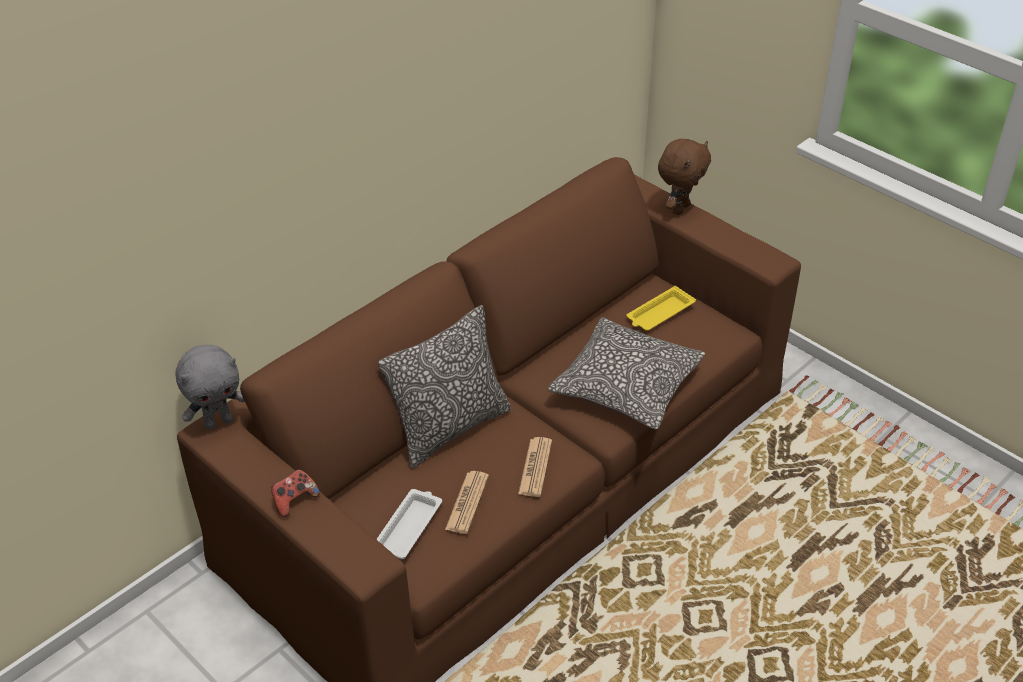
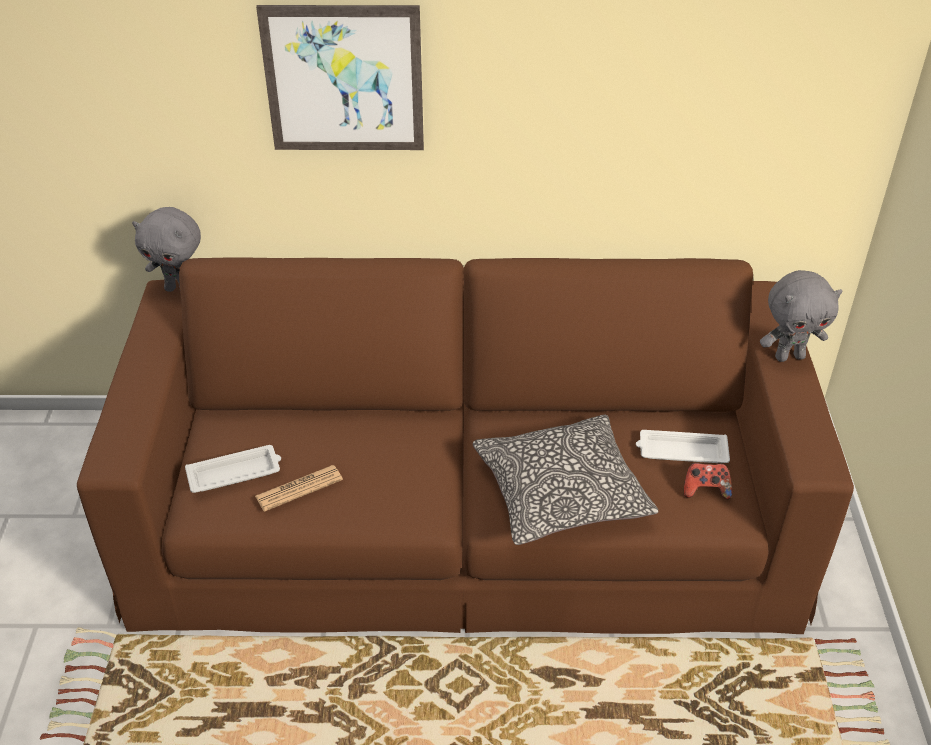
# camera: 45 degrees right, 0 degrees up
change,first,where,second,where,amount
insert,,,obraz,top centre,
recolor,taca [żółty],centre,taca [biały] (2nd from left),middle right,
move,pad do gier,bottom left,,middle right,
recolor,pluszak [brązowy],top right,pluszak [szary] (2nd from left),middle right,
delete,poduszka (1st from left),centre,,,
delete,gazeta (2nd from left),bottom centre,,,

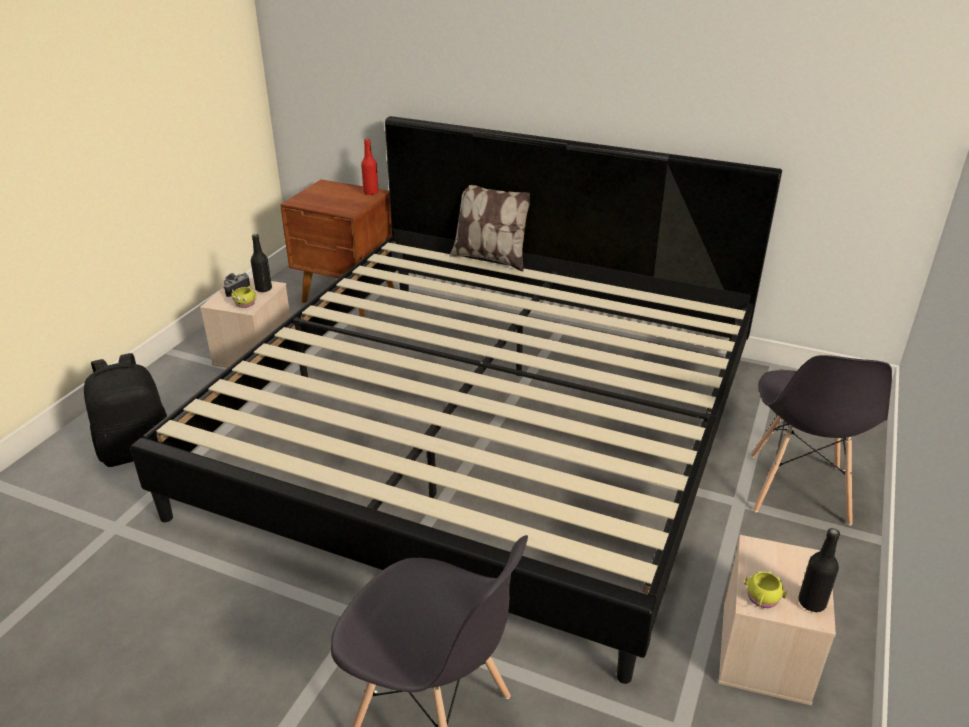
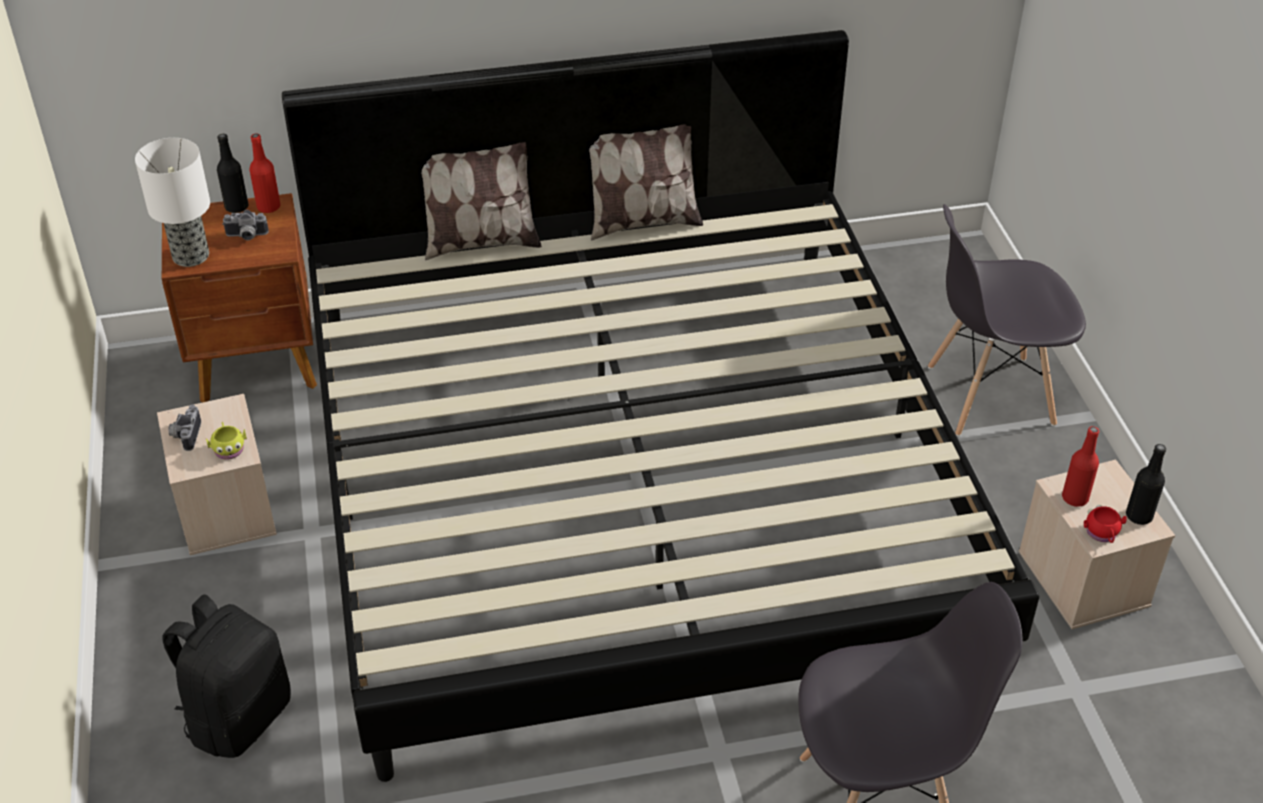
# camera: 35 degrees left, 10 degrees up
change,first,where,second,where,amount
insert,,,lampa stołowa,top left,
move,butelka [czarny] (1st from left),middle left,,top left,
insert,,,aparat fotograficzny (2nd from left),top left,
insert,,,poduszka (2nd from left),top centre,
rotate,krzesło [szary] (2nd from left),middle right,,middle right,105 degrees clockwise
insert,,,butelka [czerwony] (2nd from left),middle right,
recolor,kubek [żółty] (2nd from left),bottom right,kubek [czerwony],middle right,

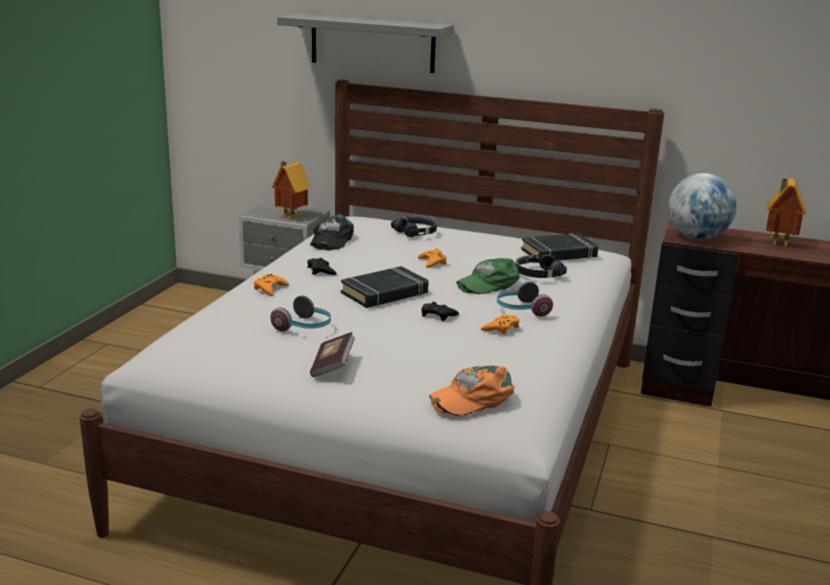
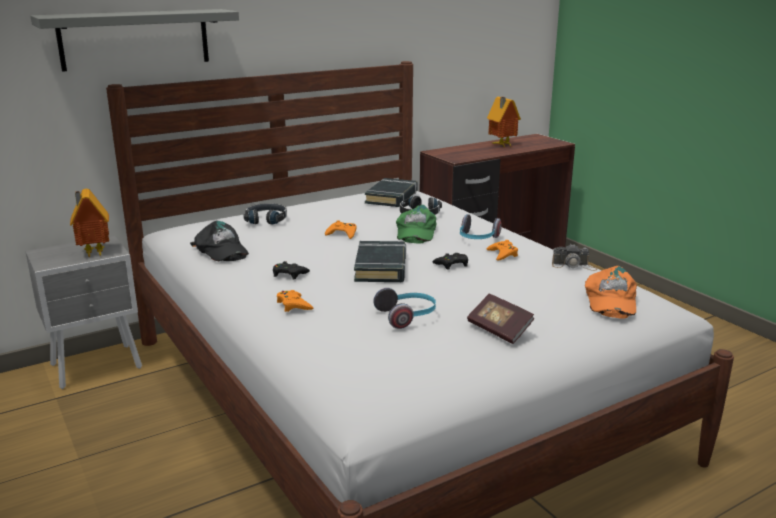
# camera: 50 degrees left, 0 degrees up
change,first,where,second,where,amount
insert,,,aparat fotograficzny,middle right,
delete,globus,middle right,,,

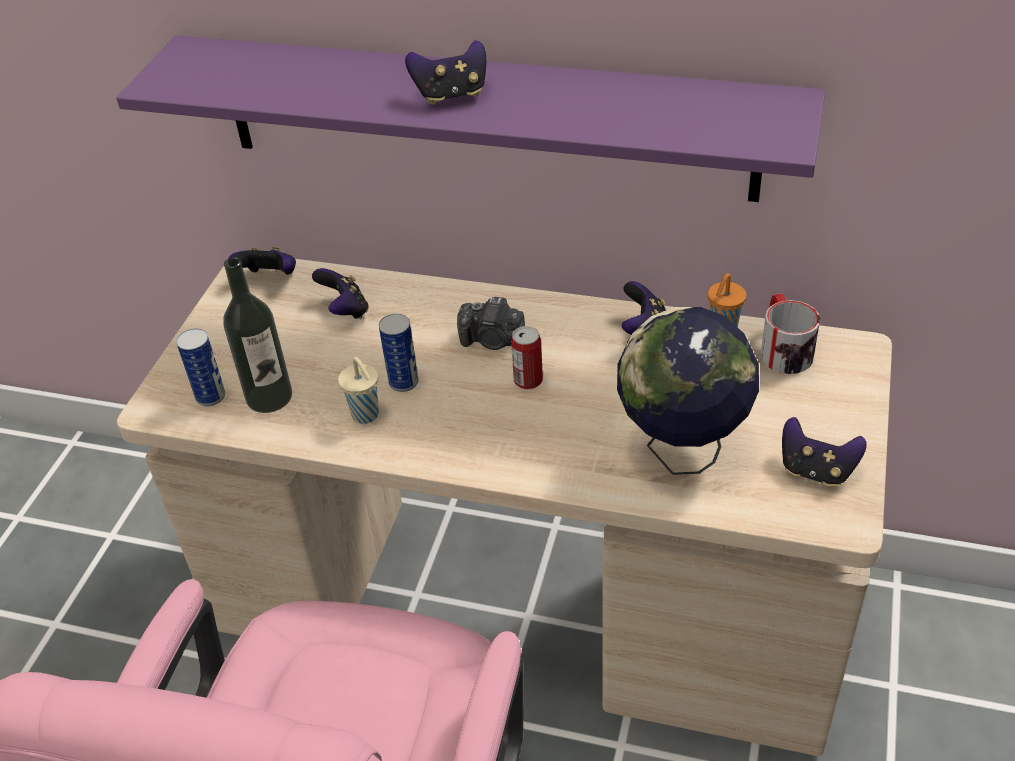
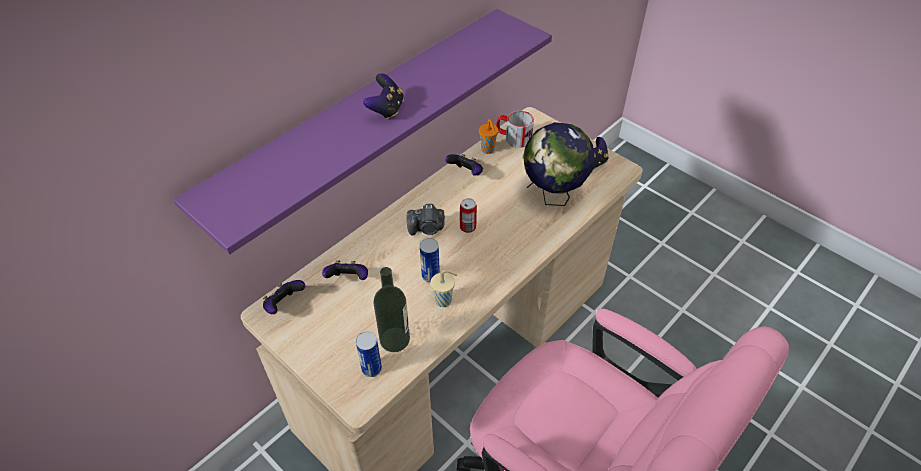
# camera: 65 degrees left, 5 degrees up
change,first,where,second,where,amount
rotate,aparat fotograficzny,centre,,centre,45 degrees clockwise

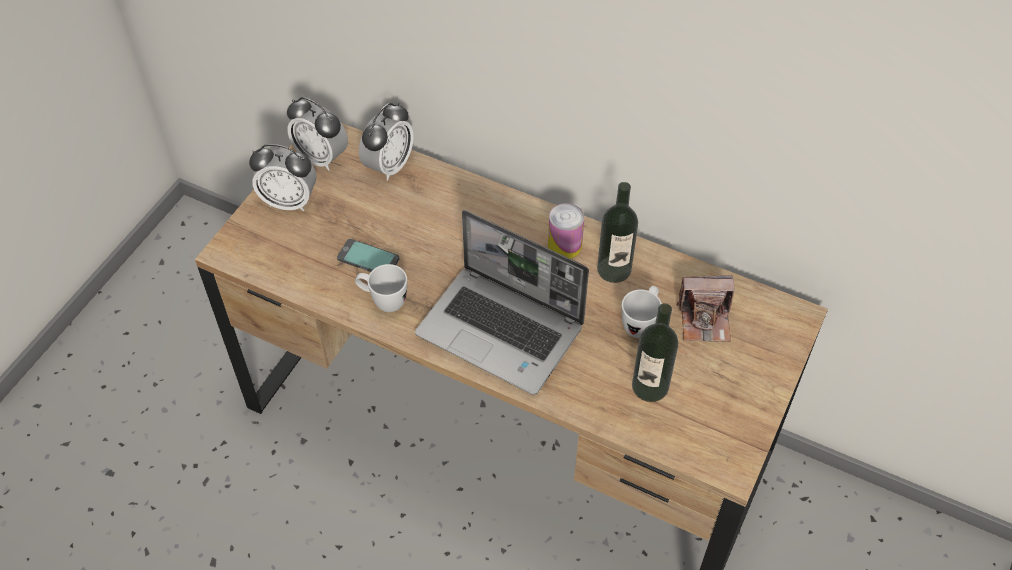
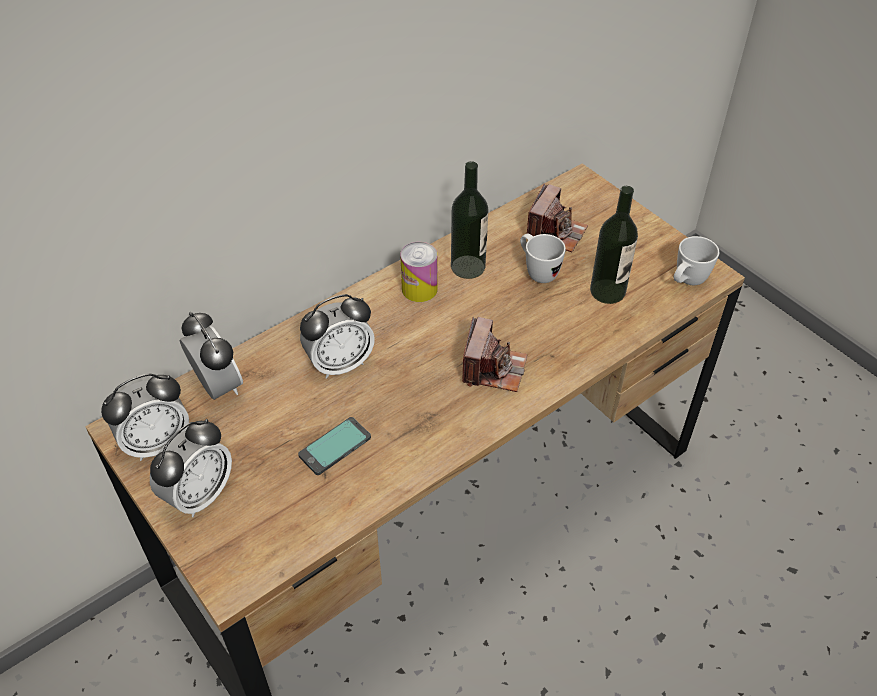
# camera: 65 degrees left, 5 degrees down
change,first,where,second,where,amount
insert,,,budzik (4th from left),centre,
replace,laptop,centre,aparat fotograficzny (1st from left),centre,
move,kubek [biały] (1st from left in the first image),centre,kubek [biały] (2nd from left),middle right,

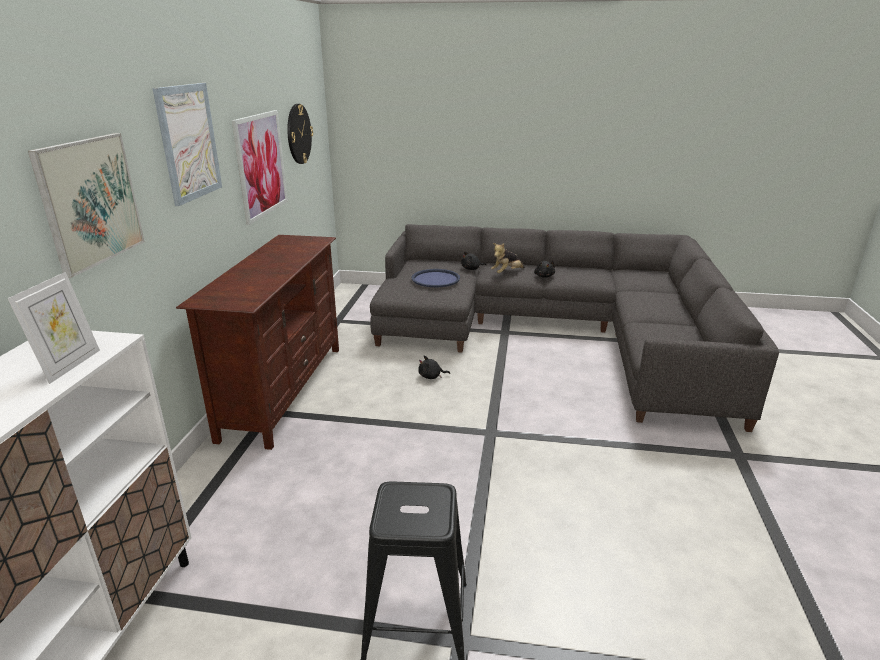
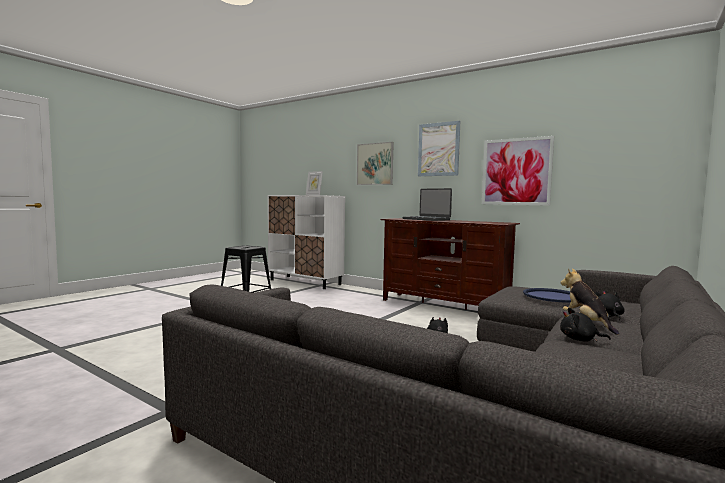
# camera: 115 degrees right, 20 degrees down
change,first,where,second,where,amount
insert,,,laptop,centre,
delete,zegar ścienny,top centre,,,

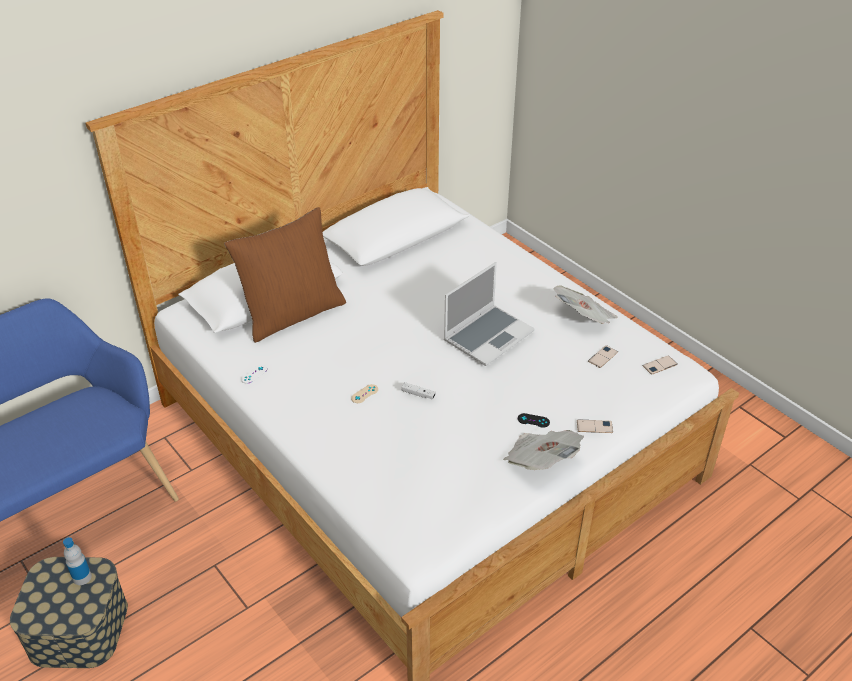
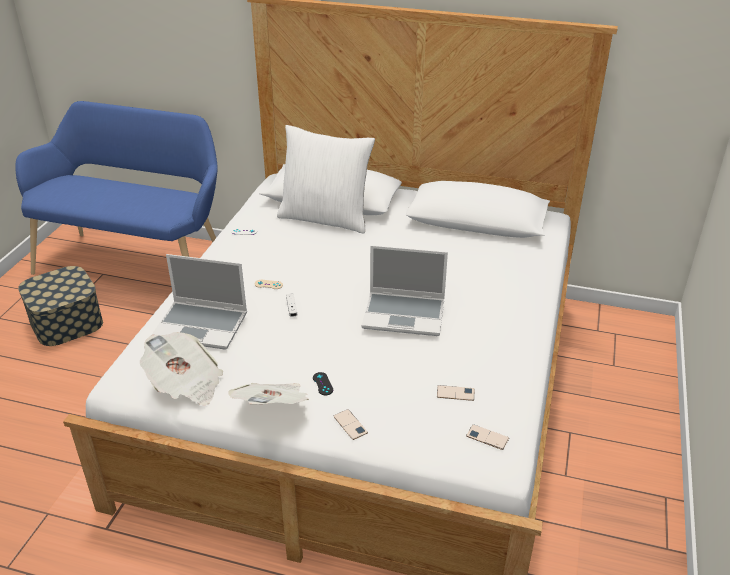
# camera: 55 degrees right, 5 degrees down
change,first,where,second,where,amount
move,gazeta (2nd from left in the first image),middle right,gazeta (1st from left),middle left,
insert,,,laptop (1st from left),middle left,
recolor,poduszka [brązowy],centre,poduszka [biały],top centre,
delete,butelka,bottom left,,,

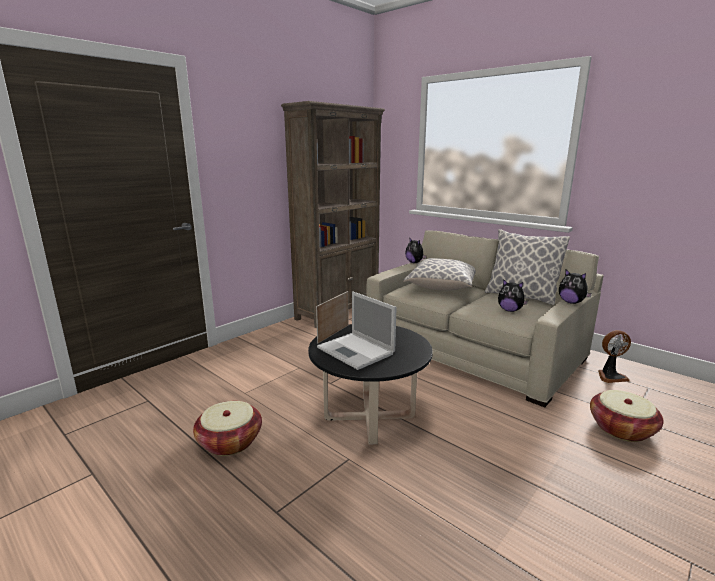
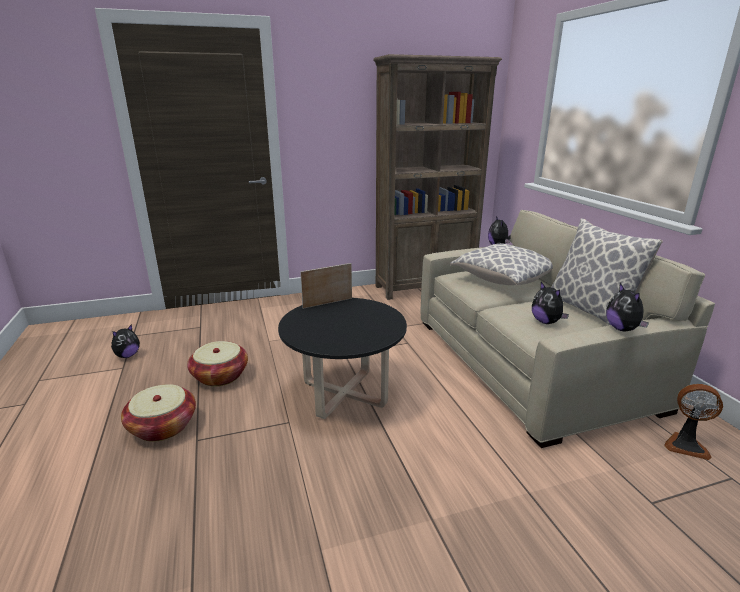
# camera: 30 degrees right, 5 degrees up
change,first,where,second,where,amount
insert,,,pluszak (1st from left),middle left,
move,koszyk (2nd from left in the first image),bottom right,koszyk (1st from left),bottom left,
delete,laptop,centre,,,

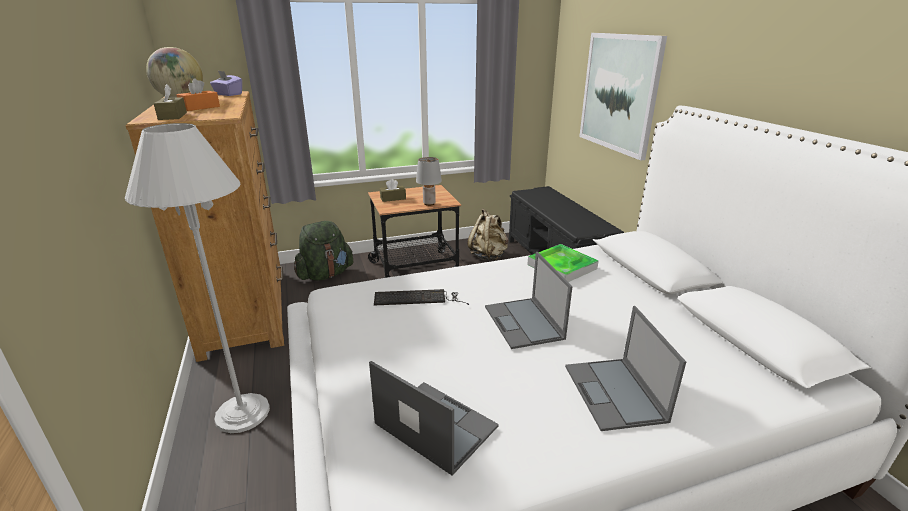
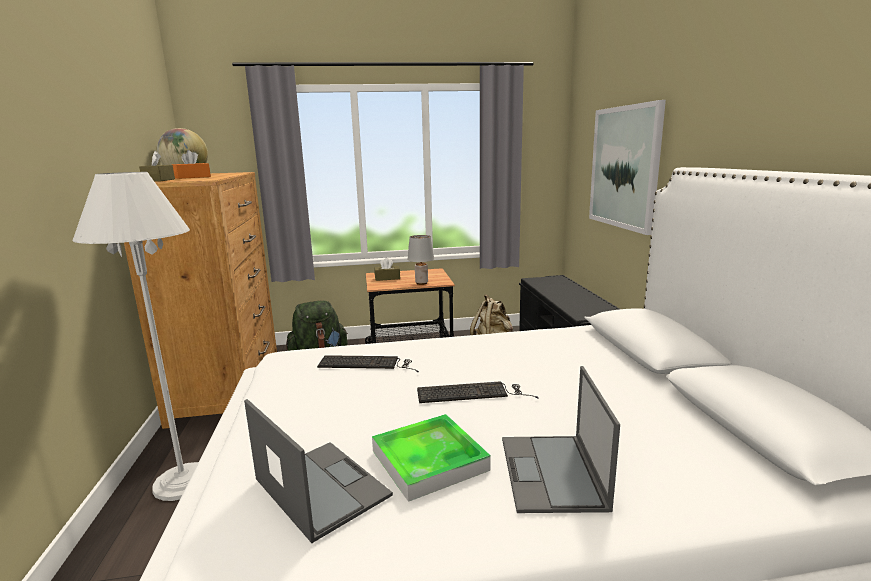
# camera: 10 degrees right, 10 degrees down
change,first,where,second,where,amount
move,taca,centre,,bottom centre,
replace,laptop (2nd from left),centre,klawiatura (2nd from left),bottom centre,
delete,pudełko chusteczek [fioletowy],top left,,,

